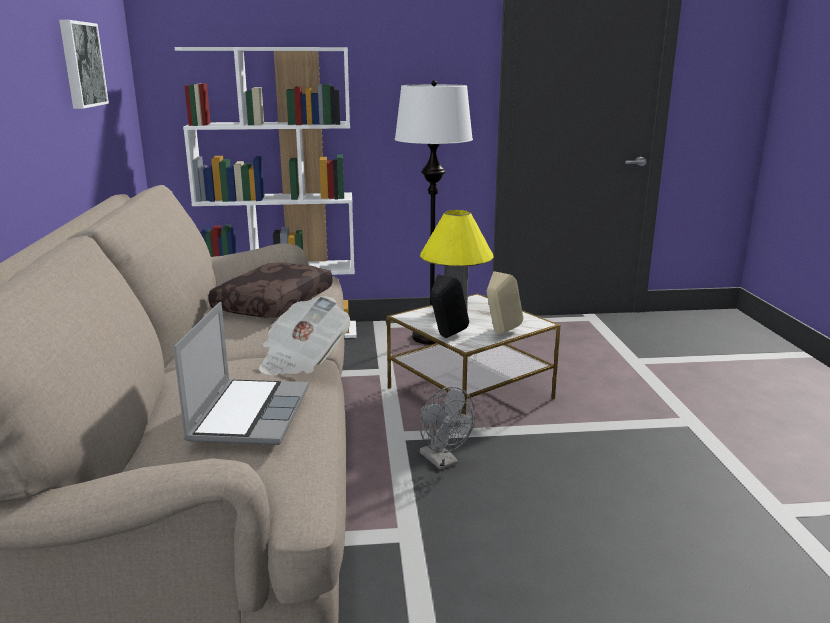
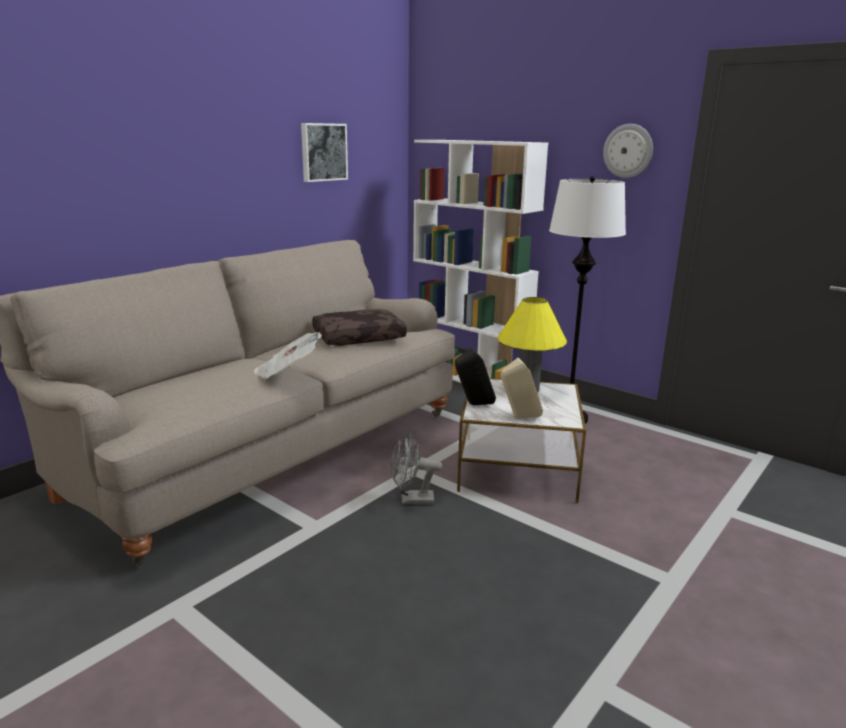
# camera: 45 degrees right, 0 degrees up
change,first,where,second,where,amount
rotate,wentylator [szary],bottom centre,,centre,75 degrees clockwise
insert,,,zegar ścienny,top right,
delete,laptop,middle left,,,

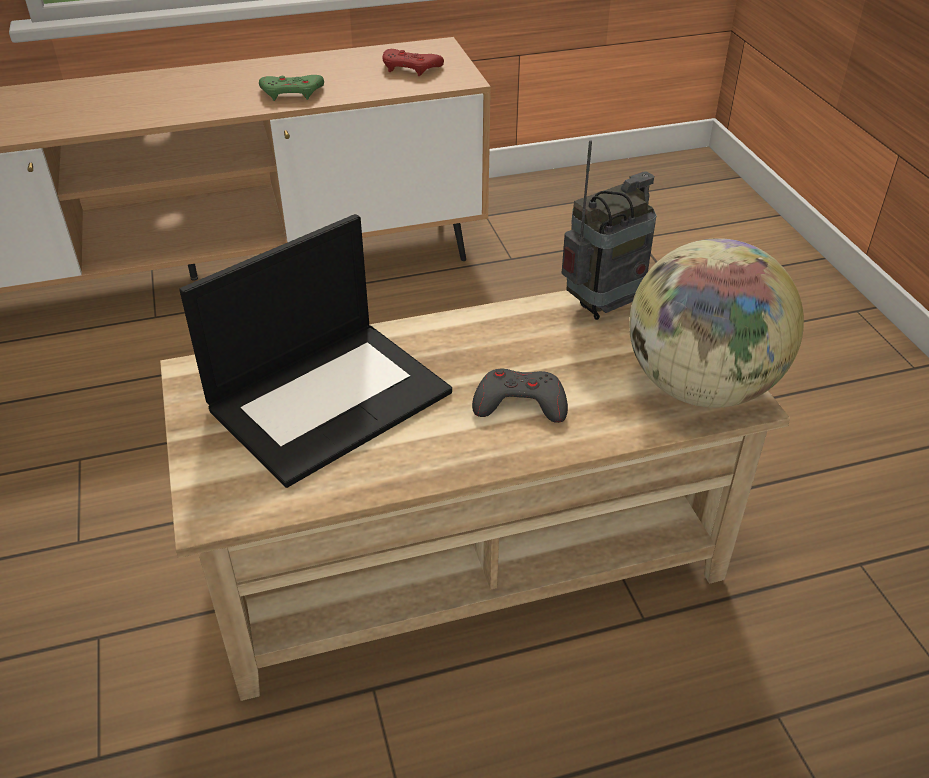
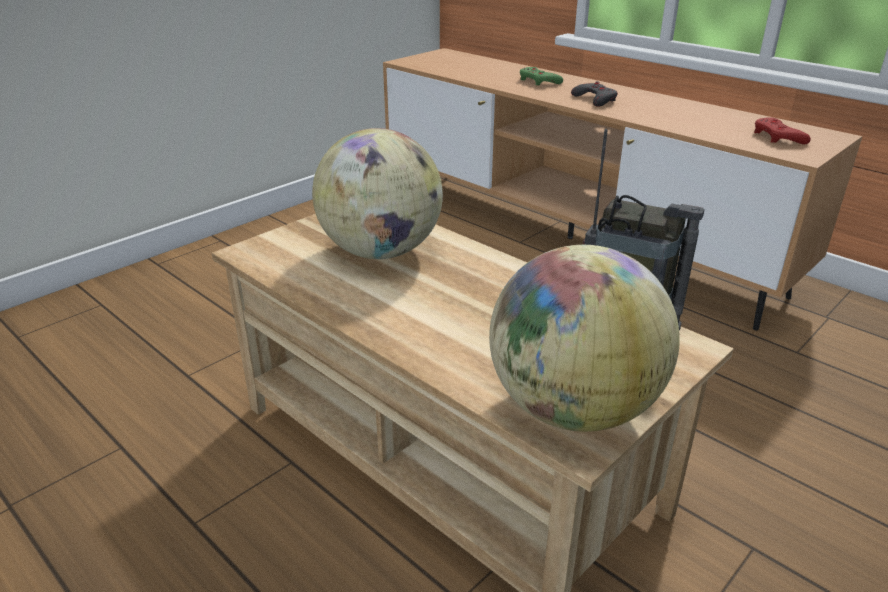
# camera: 60 degrees right, 10 degrees down
change,first,where,second,where,amount
replace,laptop,centre,globus (1st from left),top centre,
move,pad do gier [zielony],top left,,top centre,
move,pad do gier [szary],centre,,top right,

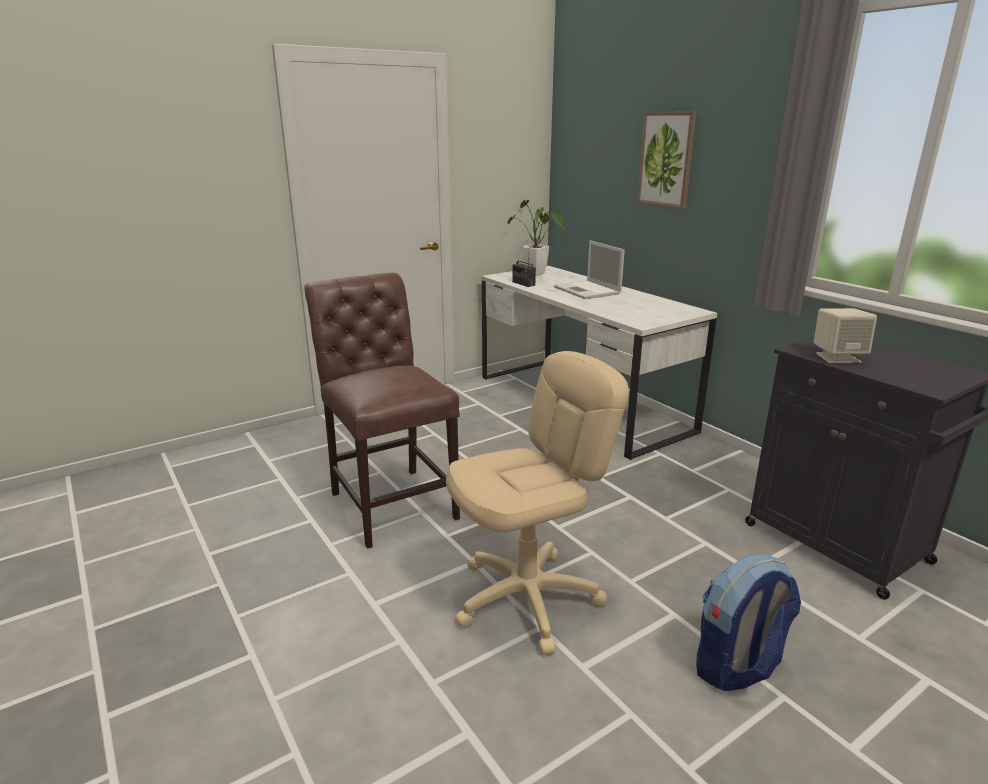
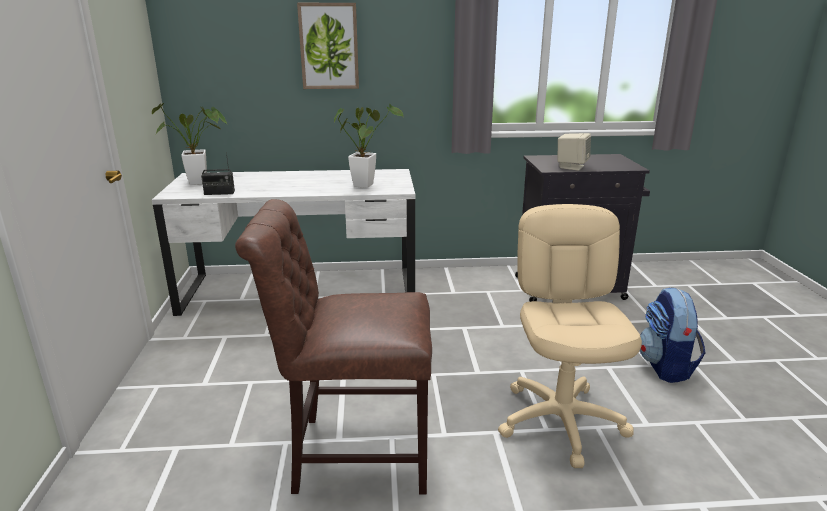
# camera: 60 degrees left, 0 degrees up
change,first,where,second,where,amount
insert,,,roślina doniczkowa (2nd from left),top centre,
delete,laptop,centre,,,

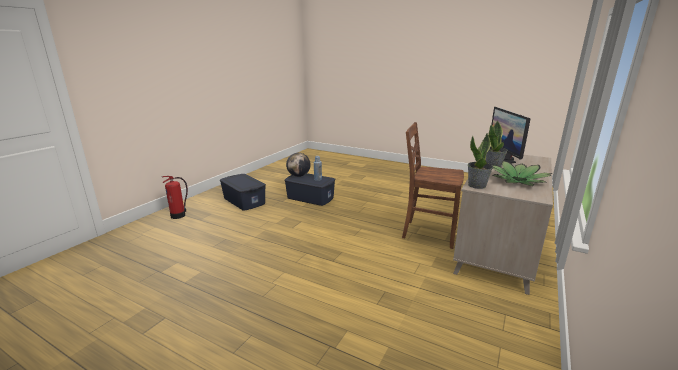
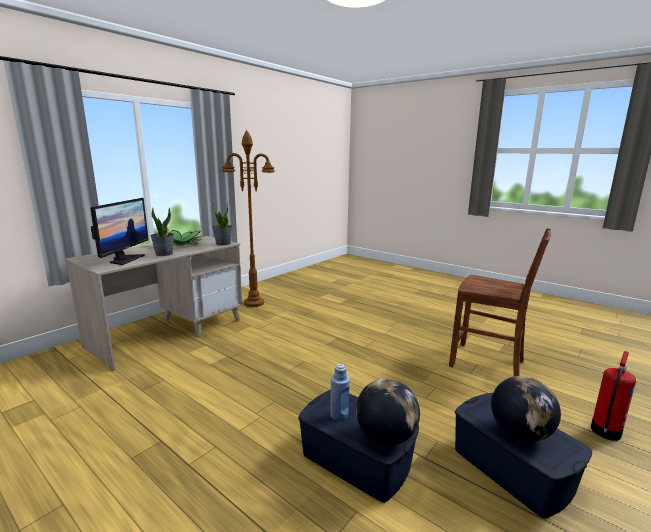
# camera: 170 degrees left, 5 degrees down
change,first,where,second,where,amount
insert,,,lampa stojąca [brązowy],centre,
move,krzesło [brązowy],centre,,middle right,
insert,,,globus (2nd from left),bottom right,

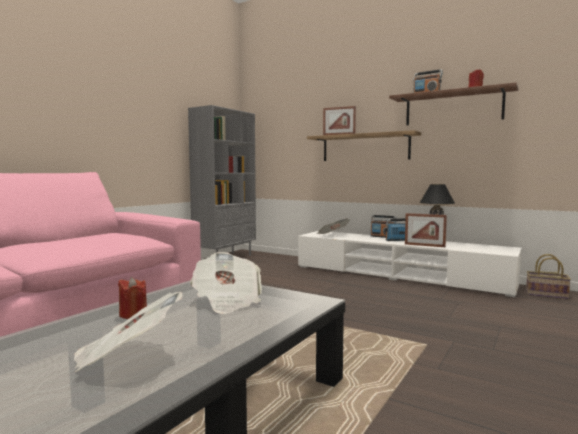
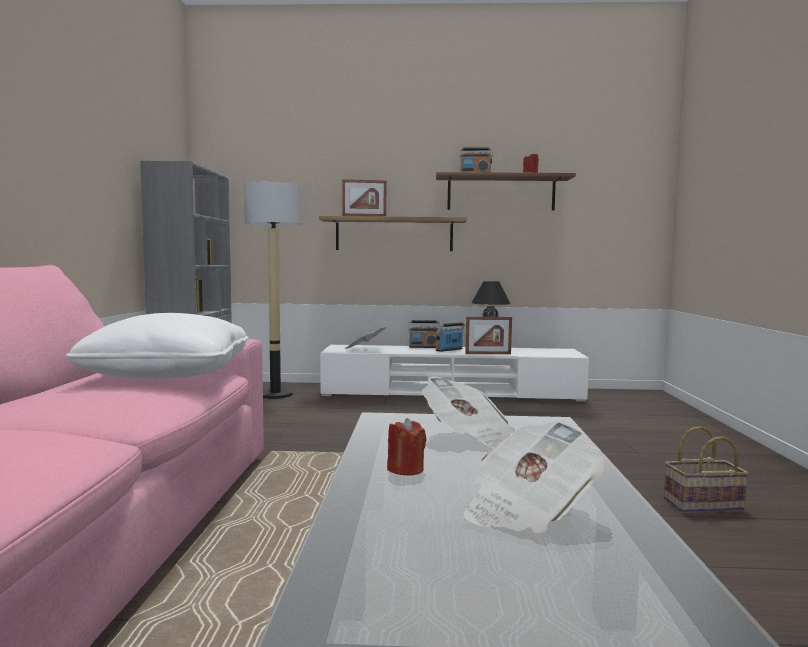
# camera: 30 degrees left, 0 degrees up
change,first,where,second,where,amount
insert,,,poduszka [biały],middle left,
insert,,,lampa stojąca,centre,
move,koszyk,middle right,,bottom right,

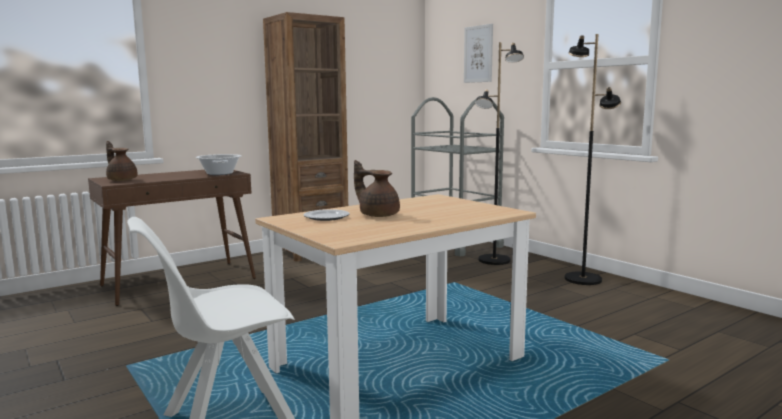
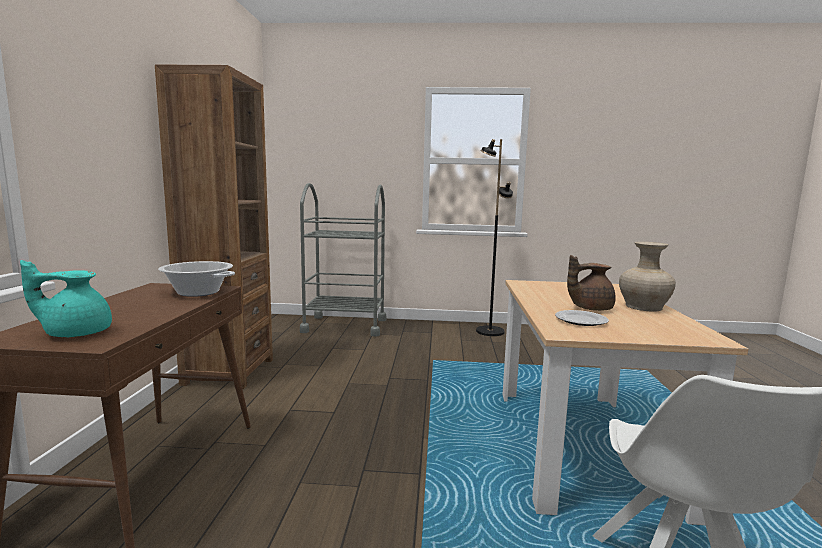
# camera: 50 degrees left, 0 degrees up
change,first,where,second,where,amount
recolor,imbryk [brązowy] (1st from left),middle left,imbryk [turkusowy],middle left,
insert,,,wazon [beżowy],middle right,
delete,obraz,top centre,,,
delete,lampa stojąca [czarny] (1st from left),centre,,,

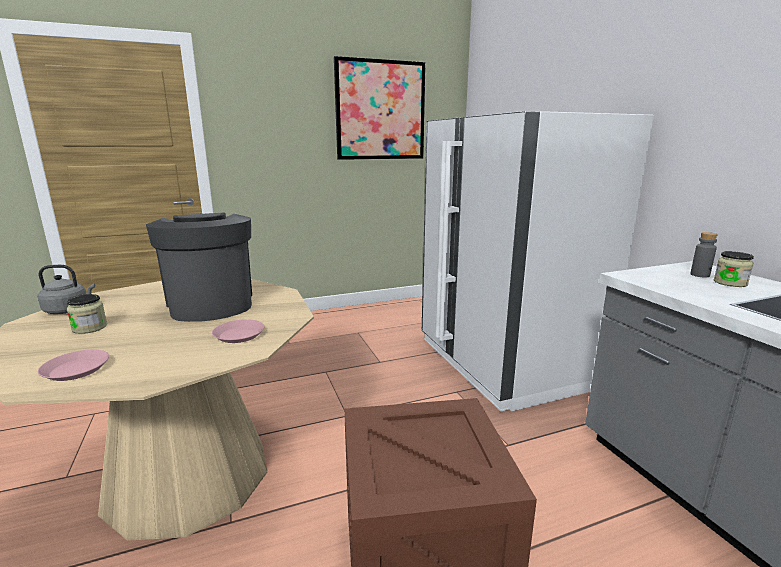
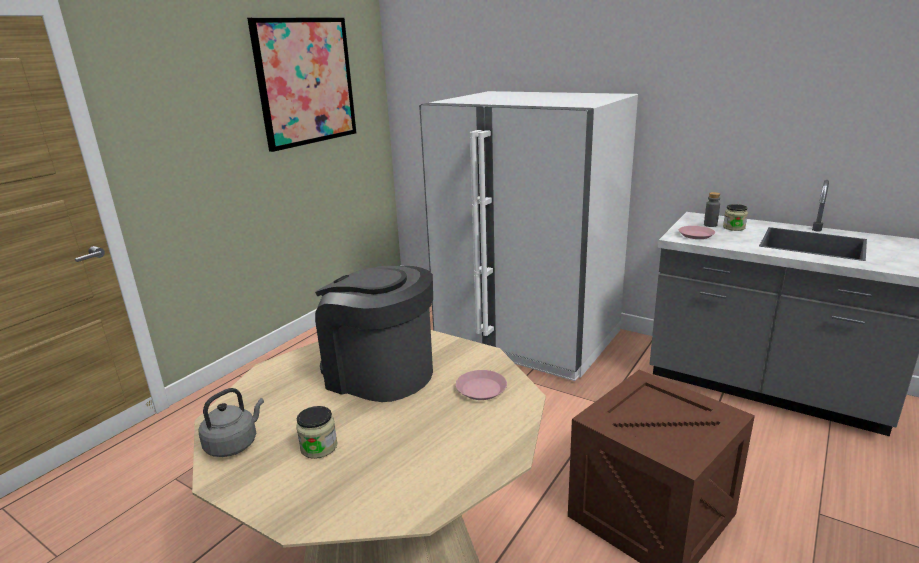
# camera: 35 degrees left, 5 degrees up
change,first,where,second,where,amount
move,talerz [różowy] (1st from left in the first image),middle left,talerz [różowy] (2nd from left),middle right,

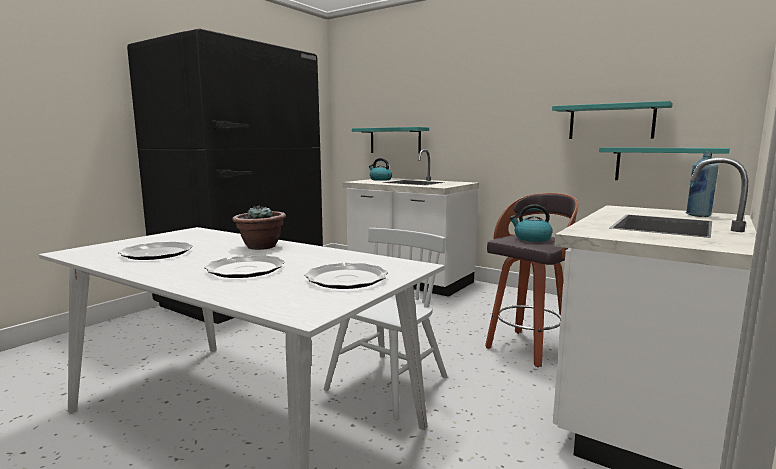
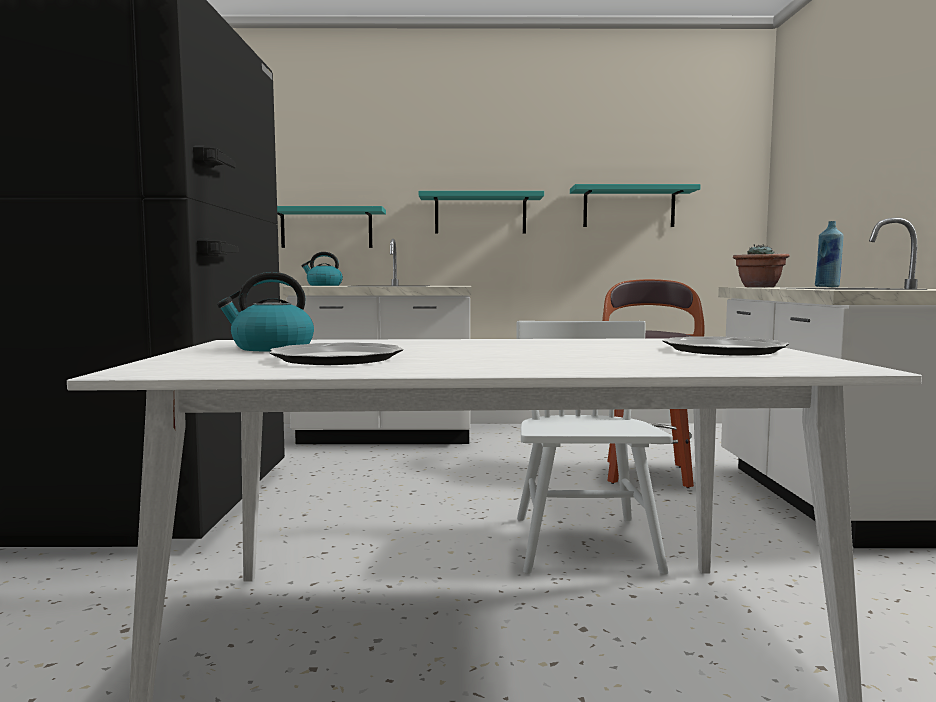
# camera: 35 degrees left, 5 degrees down
change,first,where,second,where,amount
move,czajnik (2nd from left in the first image),middle right,czajnik (1st from left),middle left,
move,półka [turkusowy] (3rd from left in the first image),middle right,półka [turkusowy] (2nd from left),top centre,
move,roślina doniczkowa,centre,,middle right,
delete,talerz (2nd from left),middle left,,,

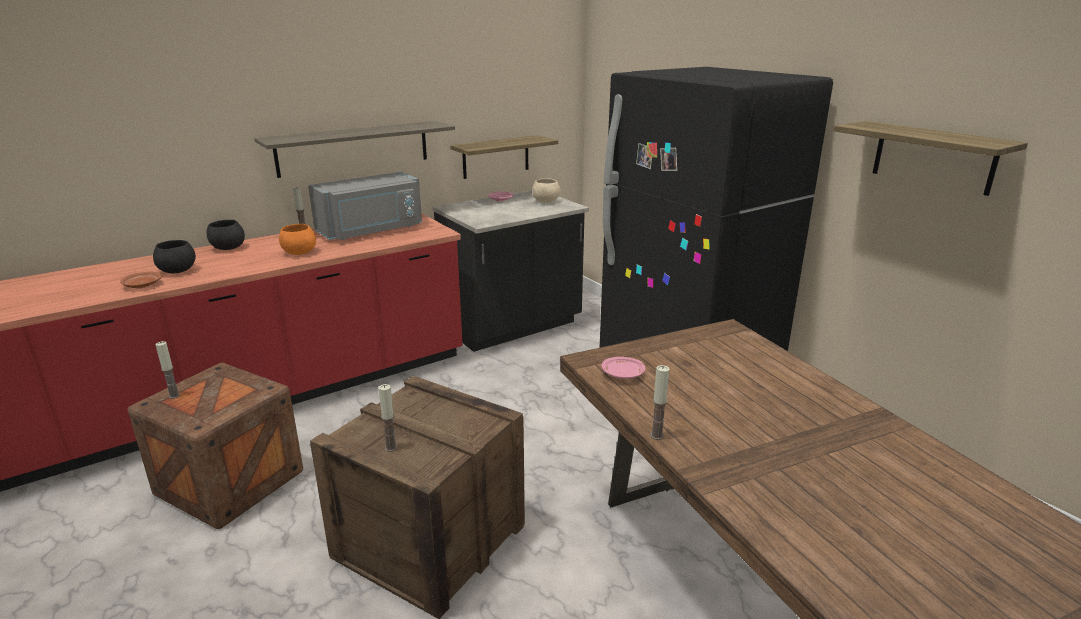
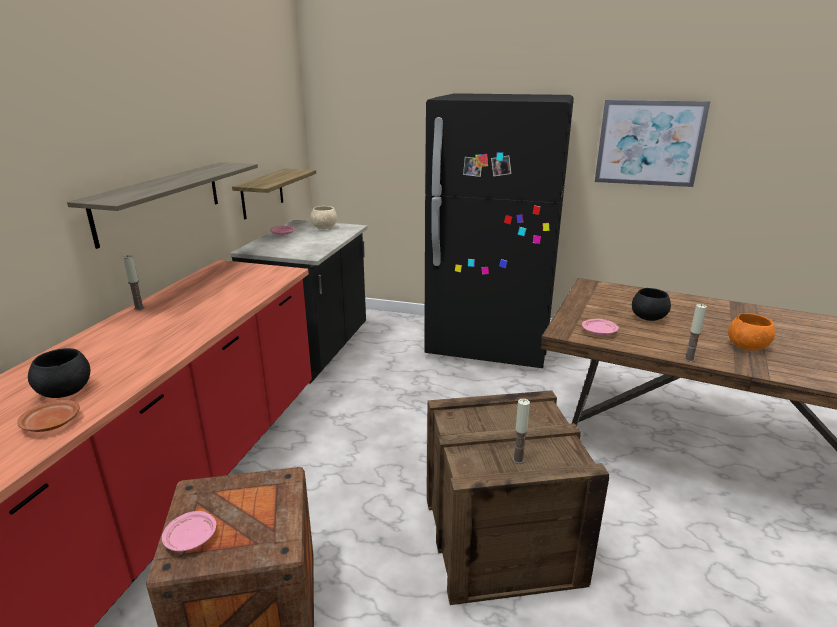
# camera: 40 degrees left, 0 degrees up
change,first,where,second,where,amount
replace,świeca (1st from left),middle left,talerz [różowy] (1st from left),bottom left,
replace,półka (3rd from left),top right,obraz,top right,
move,miska [czarny] (2nd from left),middle left,,middle right,
move,miska [pomarańczowy],middle left,,middle right,
delete,mikrofalówka [szary],top centre,,,

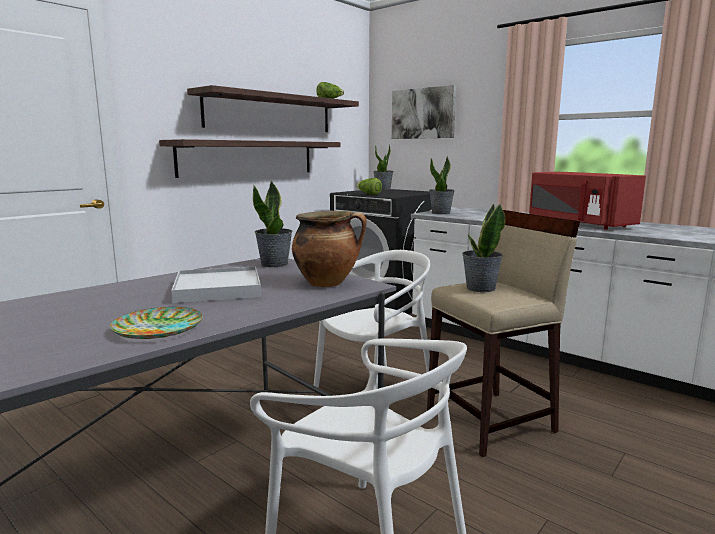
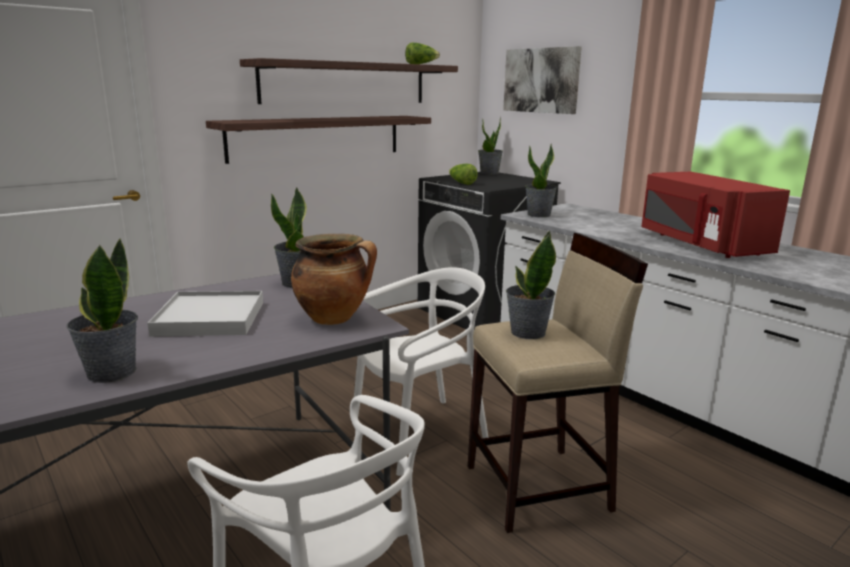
# camera: 10 degrees right, 5 degrees up
change,first,where,second,where,amount
replace,talerz,middle left,roślina doniczkowa (1st from left),middle left,

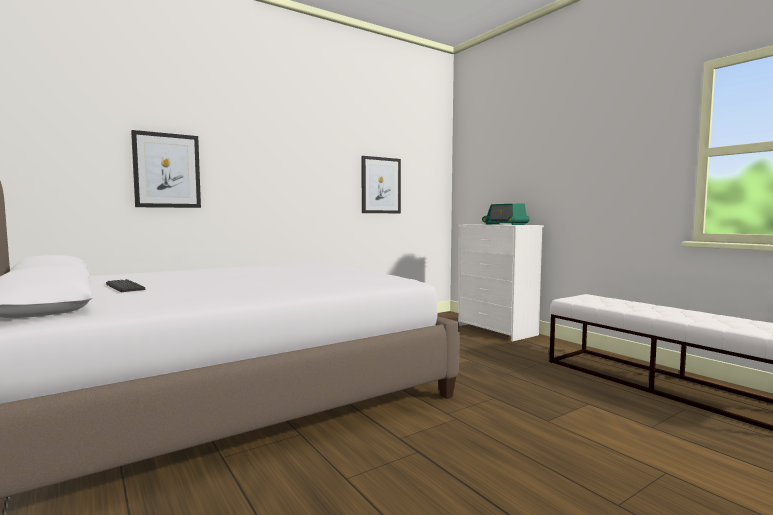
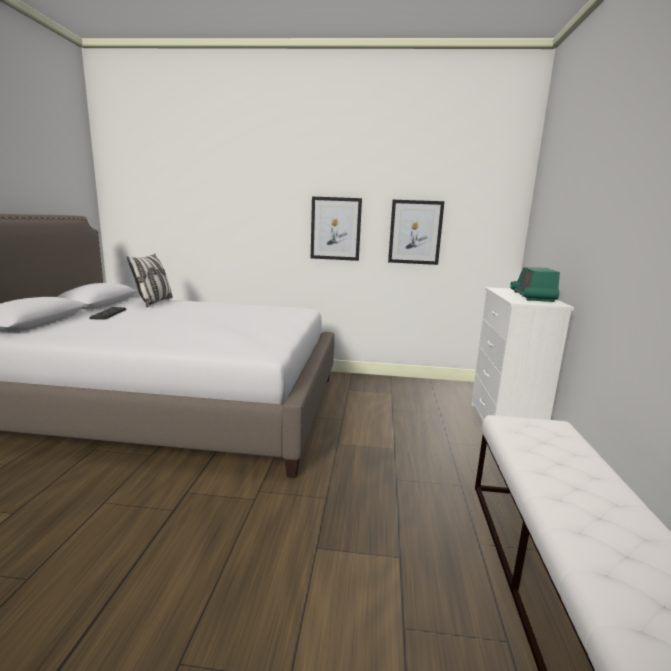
# camera: 40 degrees right, 10 degrees up
change,first,where,second,where,amount
insert,,,poduszka,middle left,
move,obraz (1st from left),top left,,centre,

